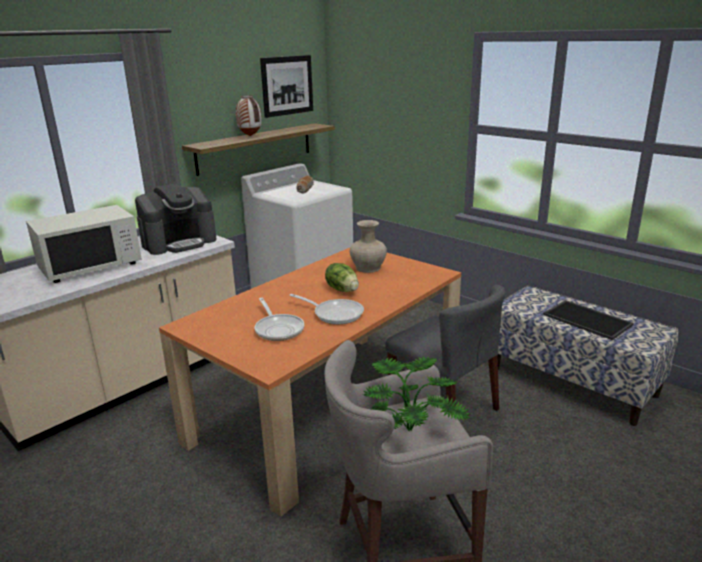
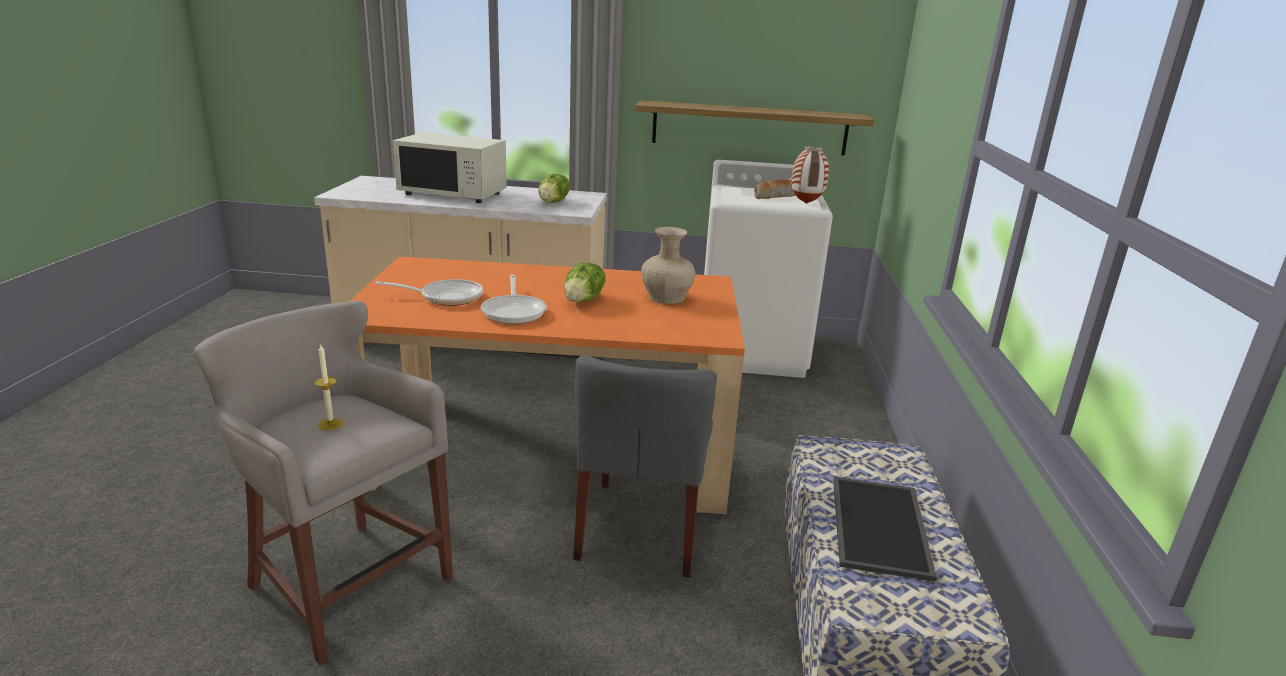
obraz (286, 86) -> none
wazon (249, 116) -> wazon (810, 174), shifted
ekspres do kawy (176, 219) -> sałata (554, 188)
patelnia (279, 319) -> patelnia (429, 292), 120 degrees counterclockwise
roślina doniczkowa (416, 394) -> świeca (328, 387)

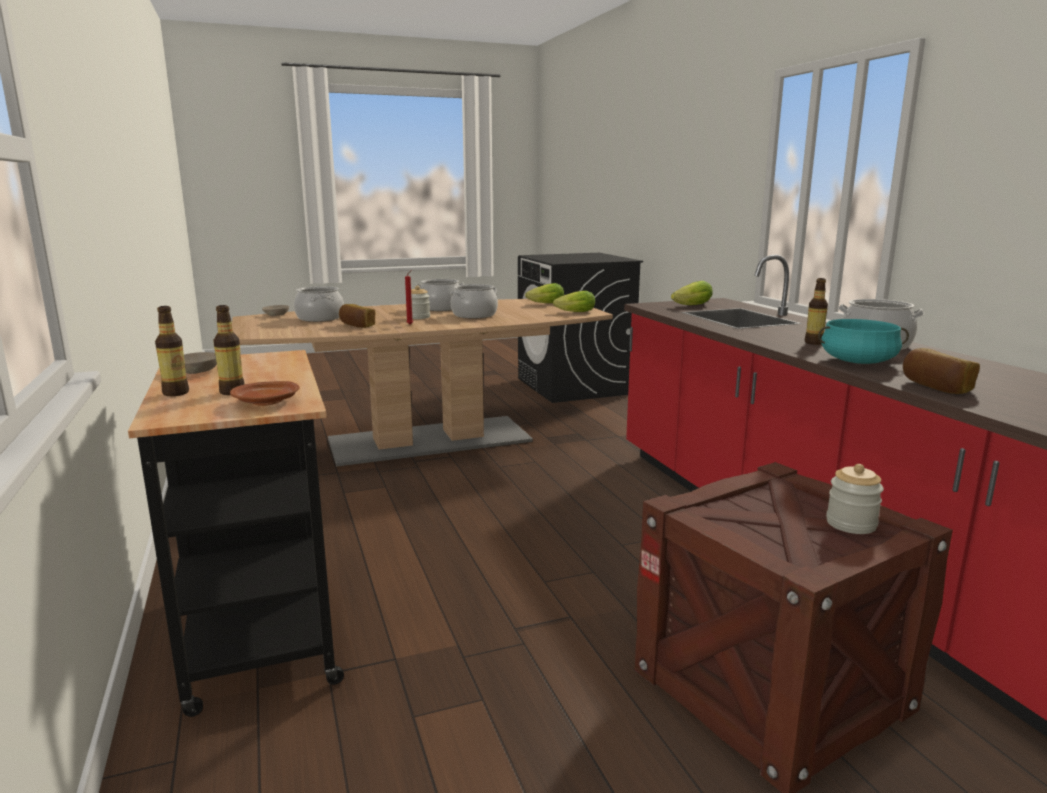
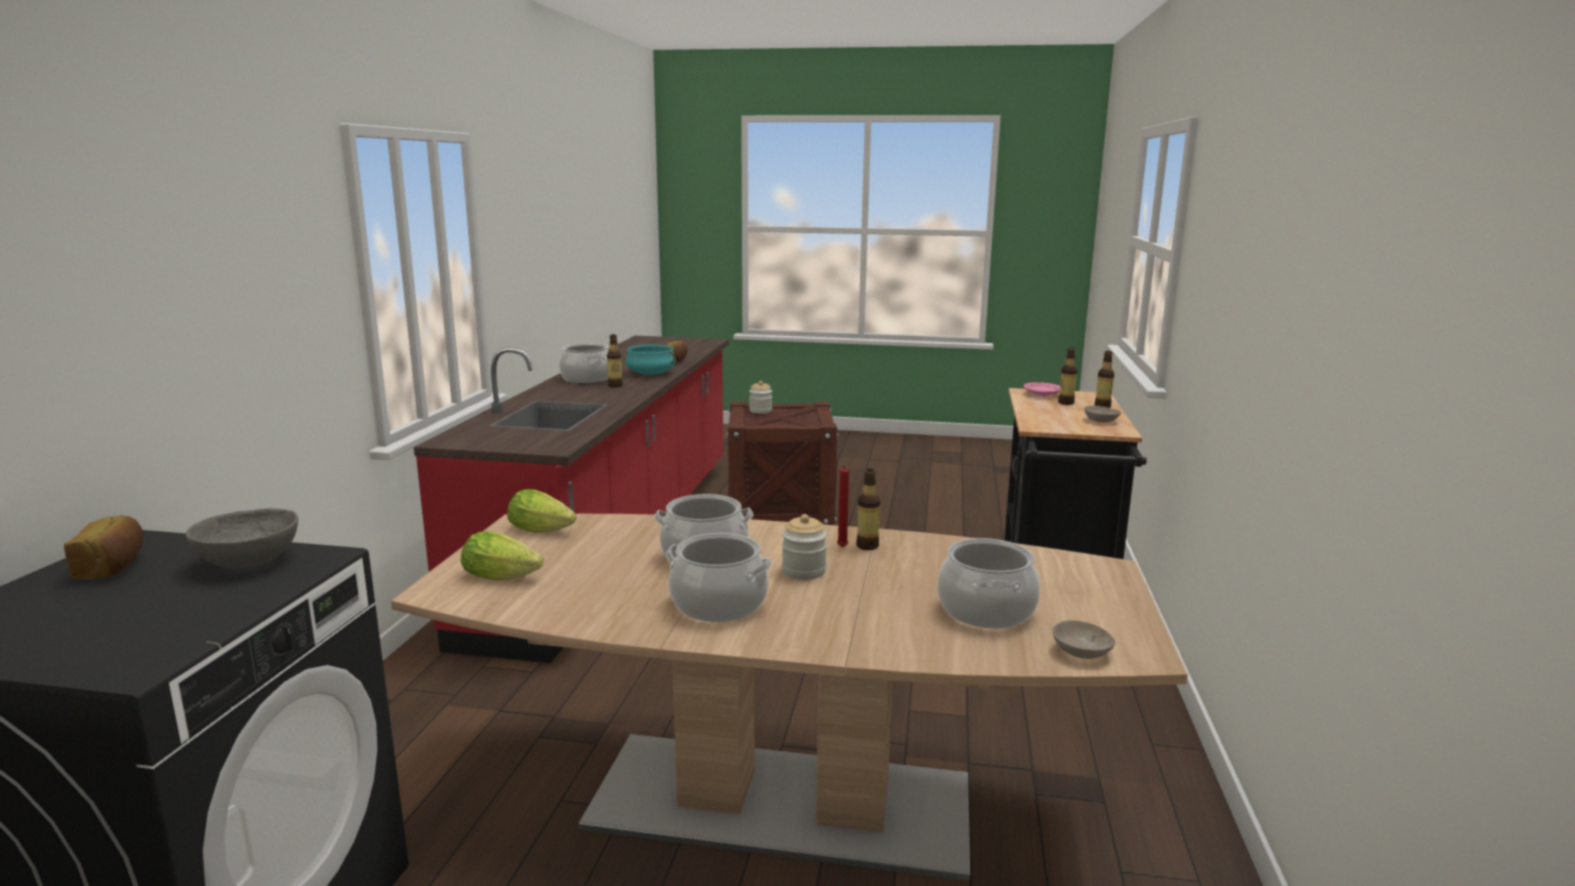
sałata (692, 293) -> none
chleb (357, 316) -> chleb (104, 547), shifted
talerz/brązowy (265, 393) -> talerz/różowy (1042, 389)
none -> butelka (868, 509)
none -> miska/szary (242, 538)

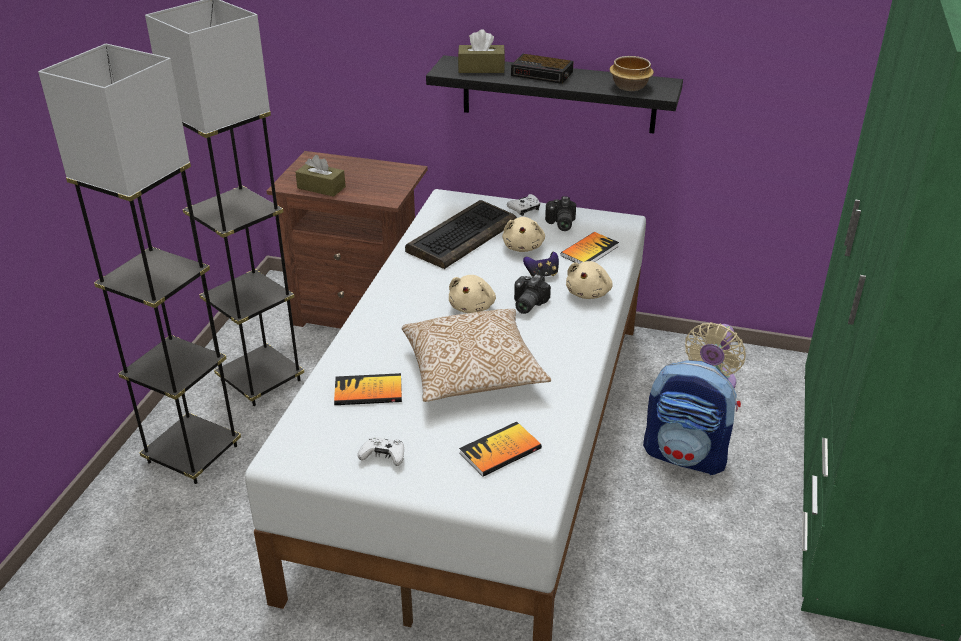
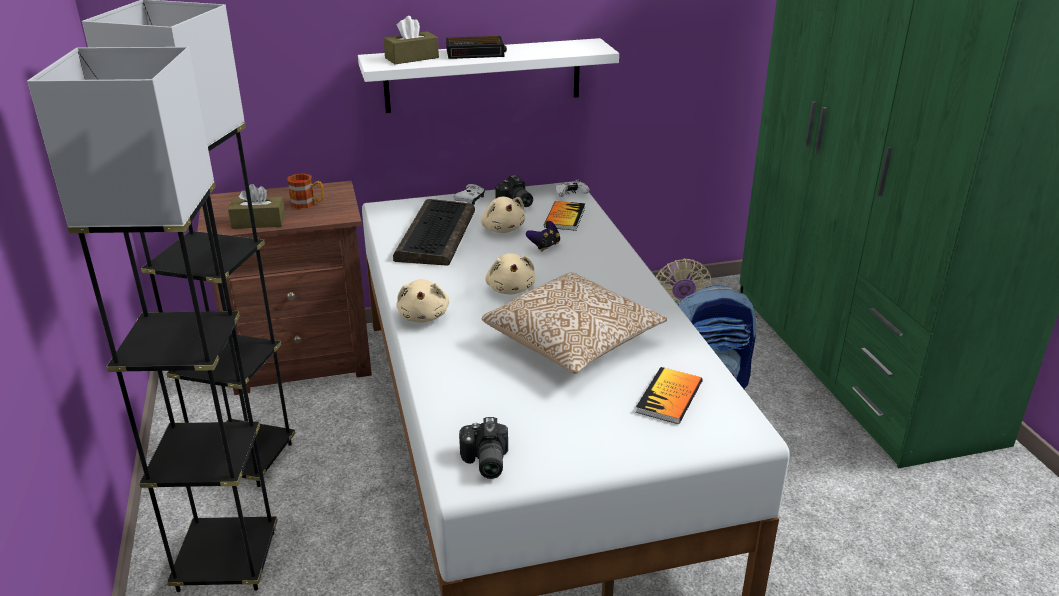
półka/czarny (554, 94) -> półka/biały (488, 75)
miska (631, 73) -> none
pluszak/beżowy (589, 280) -> pluszak/beżowy (422, 301), shifted
aparat fotograficzny (532, 294) -> aparat fotograficzny (483, 448), shifted
książka (368, 389) -> none
pad do gier/biały (381, 451) -> pad do gier/biały (572, 188), shifted
none -> kubek (306, 191)

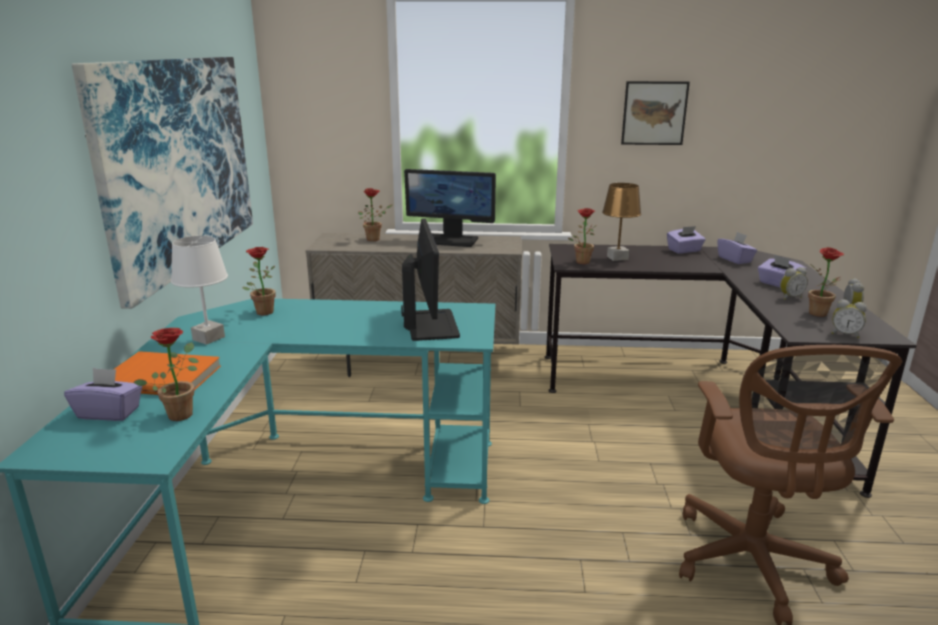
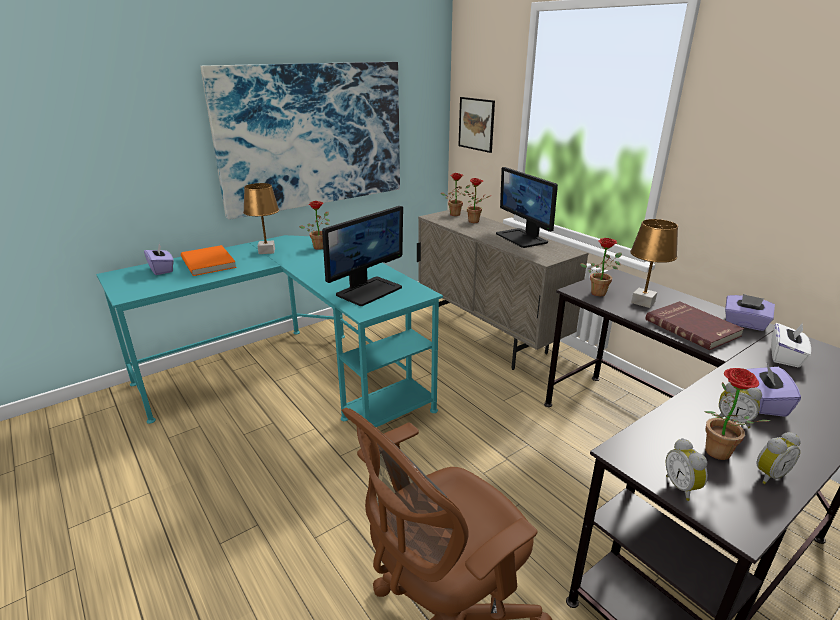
obraz (655, 113) -> obraz (476, 125), shifted
pudełko chusteczek/fioletowy (737, 248) -> pudełko chusteczek/biały (791, 345)
lampa stołowa/biały (199, 290) -> lampa stołowa/brązowy (261, 218)
roślina doniczkowa (166, 374) -> roślina doniczkowa (455, 194), shifted
none -> książka/czerwony (695, 325)

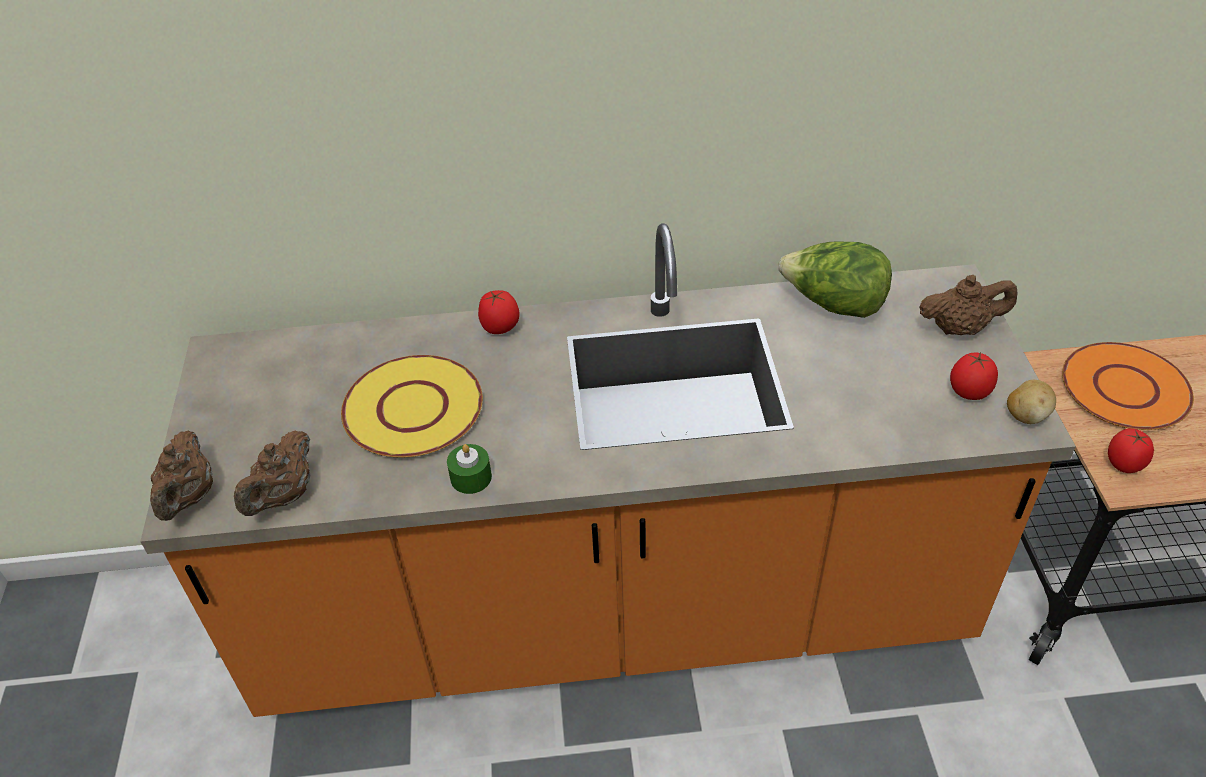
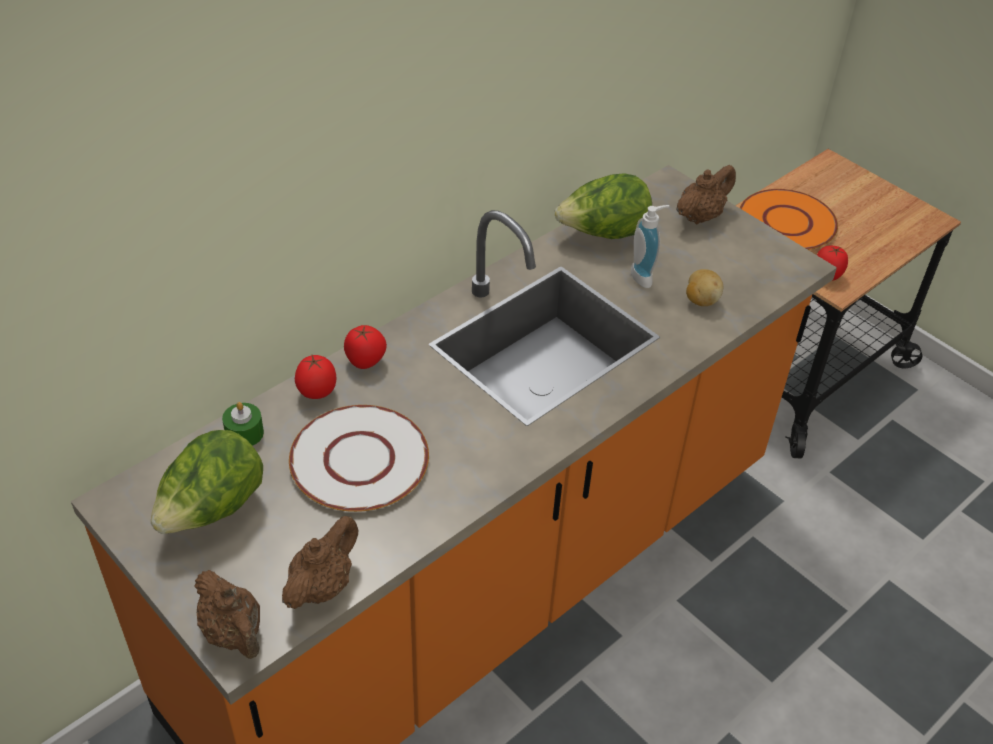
pomidor (974, 375) -> pomidor (315, 377), shifted
talerz/żółty (412, 406) -> talerz/biały (359, 458)
ziemniak (1031, 402) -> ziemniak (704, 287), shifted
imbryk/brązowy (272, 473) -> imbryk/brązowy (320, 562), 135 degrees counterclockwise
świeca/zielony (469, 469) -> świeca/zielony (243, 424), shifted
none -> dozownik mydła (650, 246)
none -> sałata (207, 482)

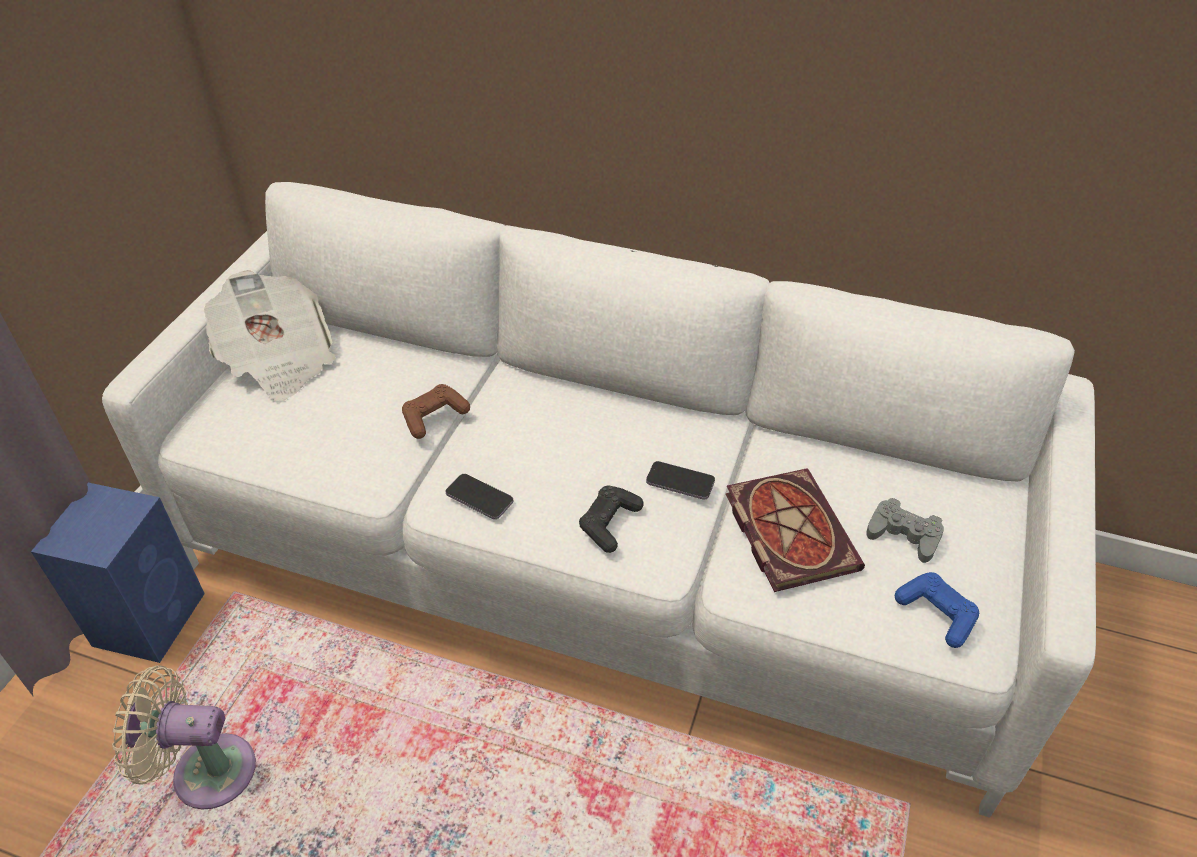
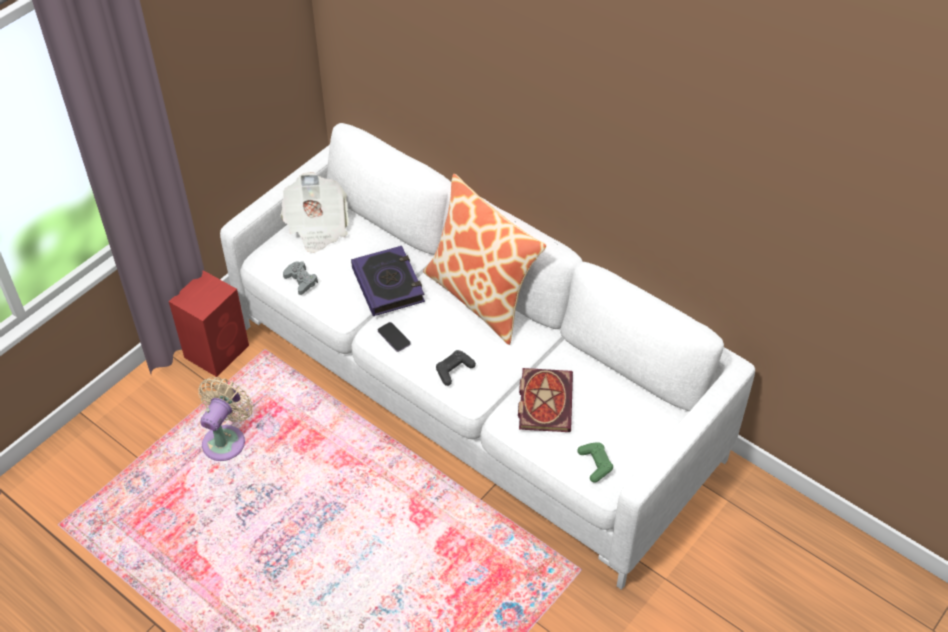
pad do gier/brązowy (436, 411) -> książka (388, 281)
telefon (680, 480) -> none
głośnik/niebieski (118, 573) -> głośnik/czerwony (209, 323)
pad do gier/szary (905, 530) -> pad do gier/szary (300, 278), shifted
pad do gier/niebieski (937, 610) -> pad do gier/zielony (595, 462)
wentylator/beżowy (184, 738) -> wentylator/beżowy (225, 419), 90 degrees clockwise
none -> poduszka (485, 259)

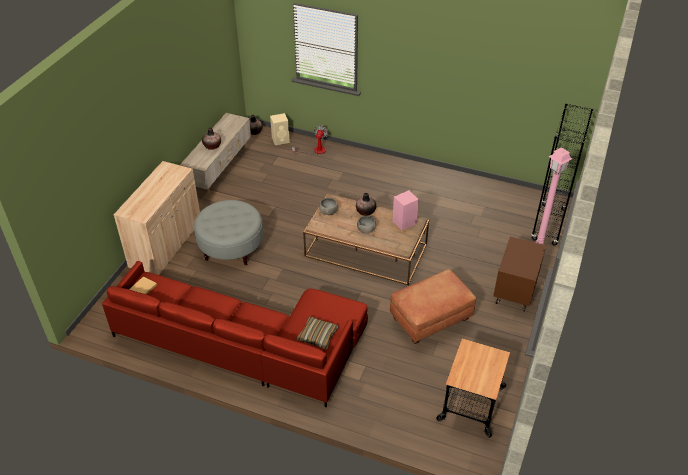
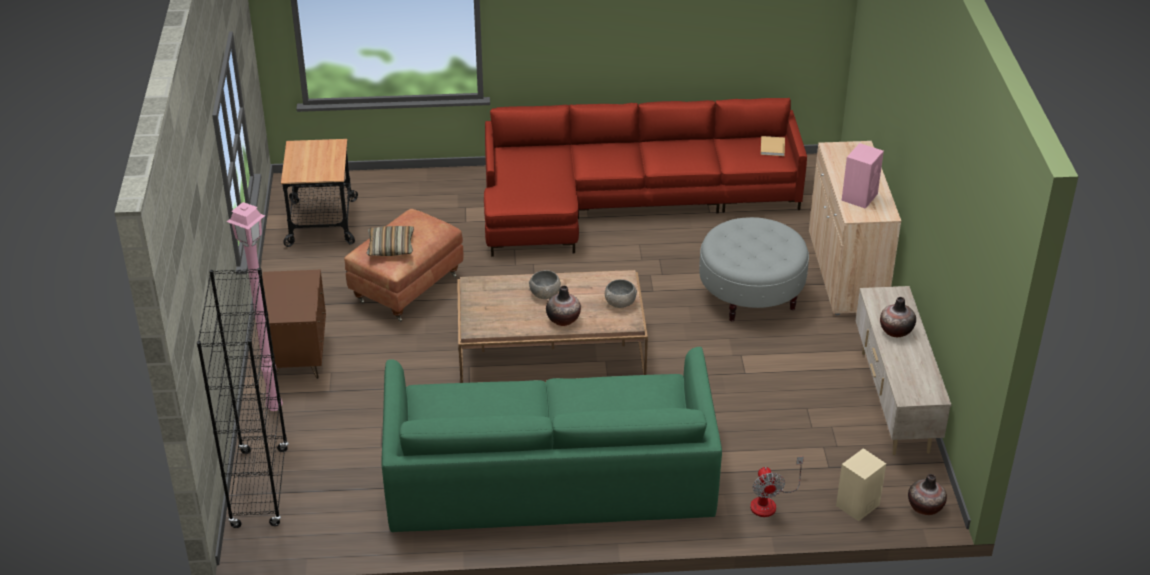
głośnik/różowy (406, 210) -> głośnik/różowy (863, 176), shifted
poduszka (317, 333) -> poduszka (390, 241), shifted
none -> kanapa/zielony (551, 439)

